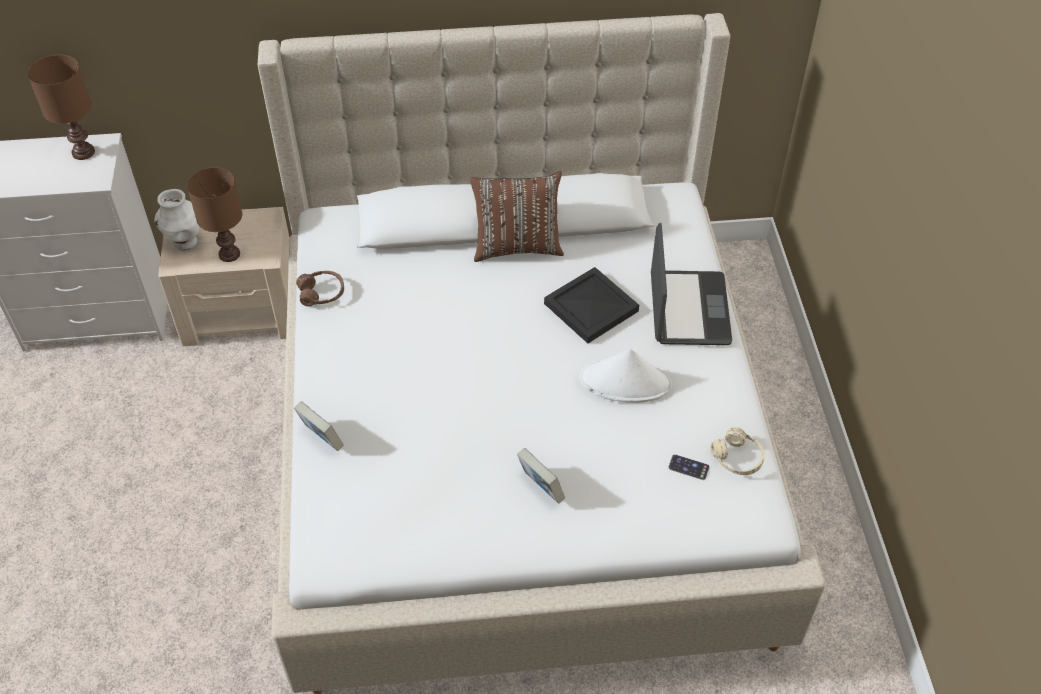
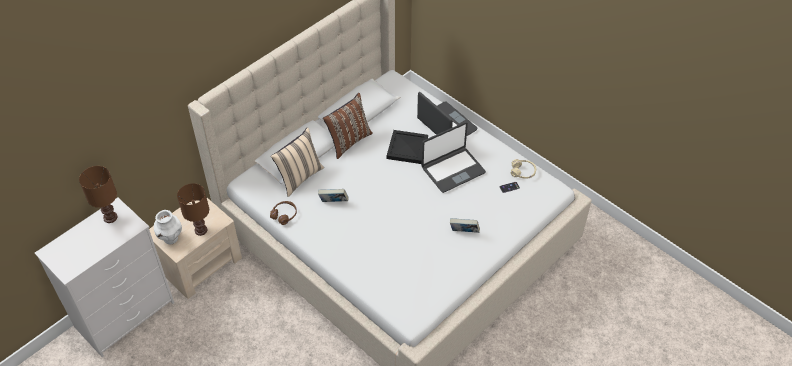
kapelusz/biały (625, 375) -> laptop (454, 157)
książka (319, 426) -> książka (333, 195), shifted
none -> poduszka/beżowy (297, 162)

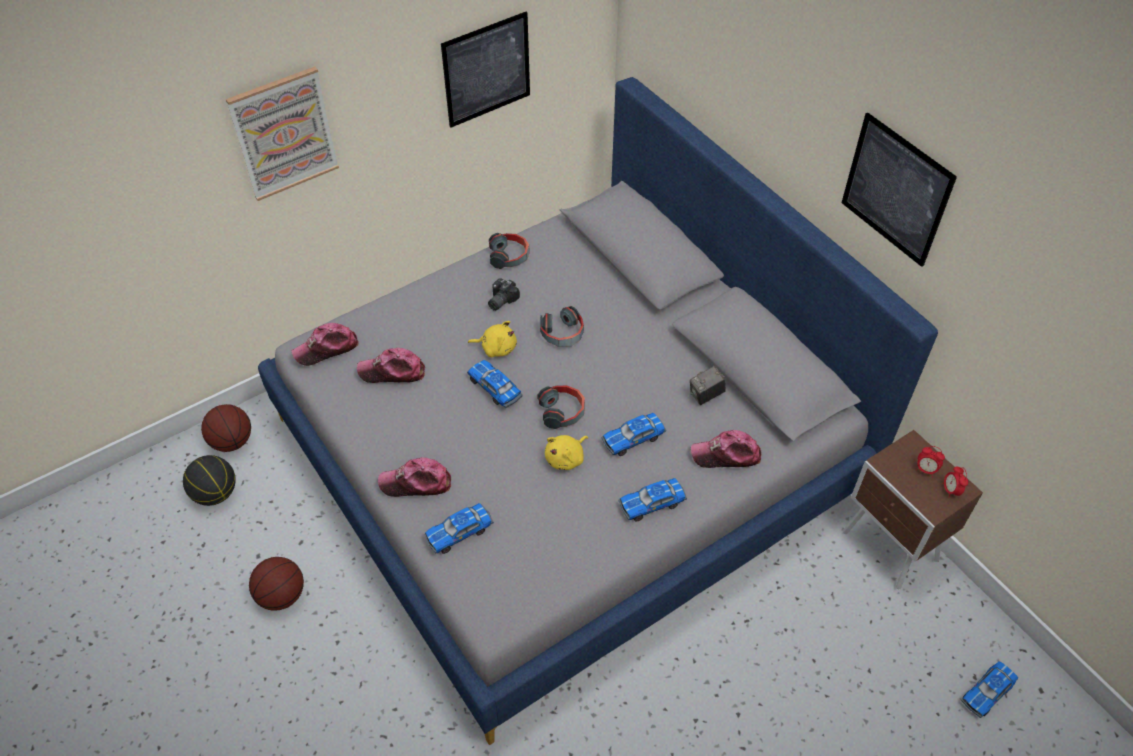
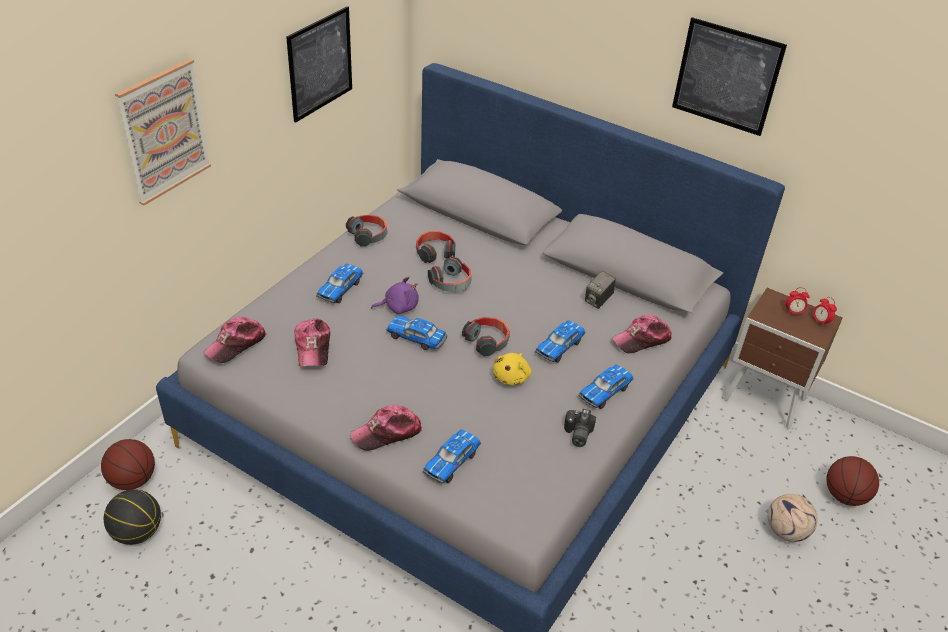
aparat fotograficzny (504, 295) -> aparat fotograficzny (580, 428), shifted
pluszak/żółty (492, 339) -> pluszak/fioletowy (395, 295)
czapka z daszkiem (391, 365) -> czapka z daszkiem (312, 343), 75 degrees counterclockwise
piłka do koszykówki (276, 584) -> piłka do koszykówki (853, 481), shifted
samochodzik (989, 689) -> samochodzik (339, 283), shifted
none -> słuchawki (436, 246)
none -> piłka futbolowa (793, 518)

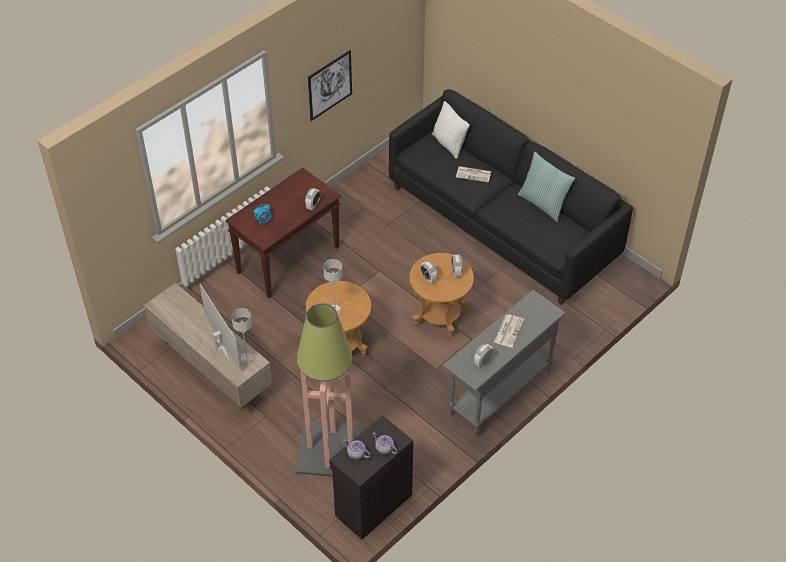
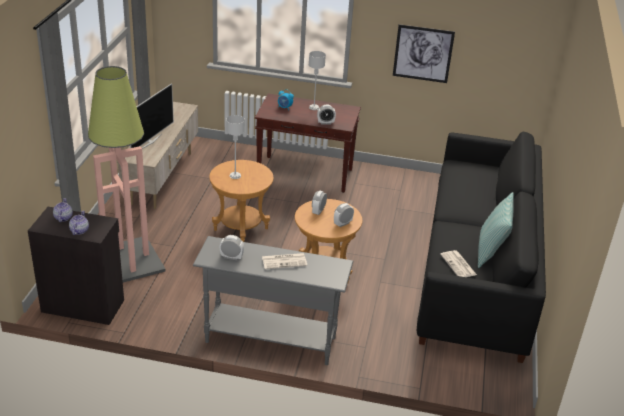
poduszka/biały (451, 130) -> none
gazeta (473, 174) -> gazeta (458, 263), shifted
lampa stołowa/szary (242, 335) -> lampa stołowa/szary (317, 80), shifted

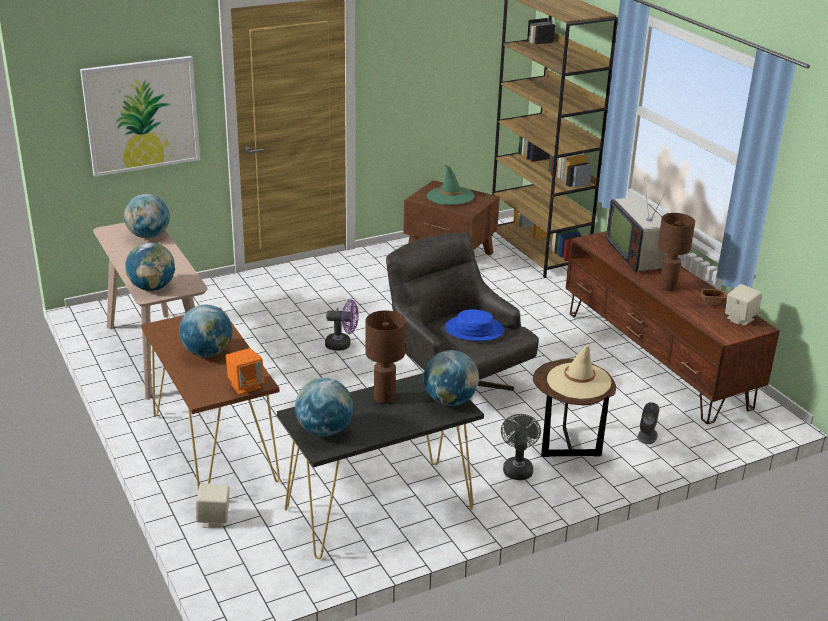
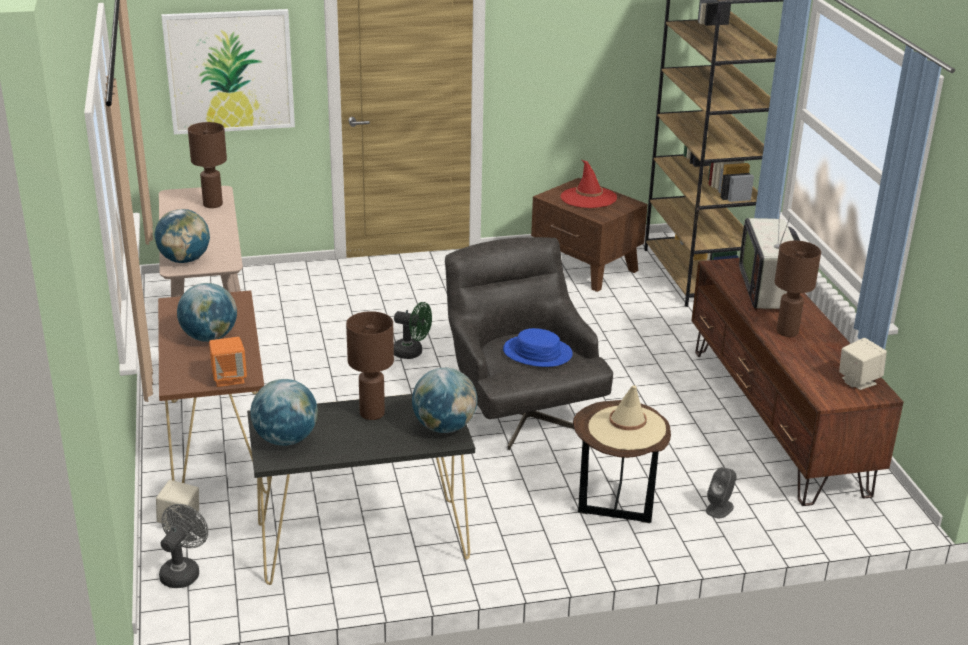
kapelusz/zielony (450, 185) -> kapelusz/czerwony (588, 184)
globus (147, 216) -> lampa stołowa/brązowy (207, 165)
miska/brązowy (714, 298) -> none
wentylator/fioletowy (342, 325) -> wentylator/zielony (413, 330)
wentylator/szary (521, 447) -> wentylator/szary (183, 546), shifted

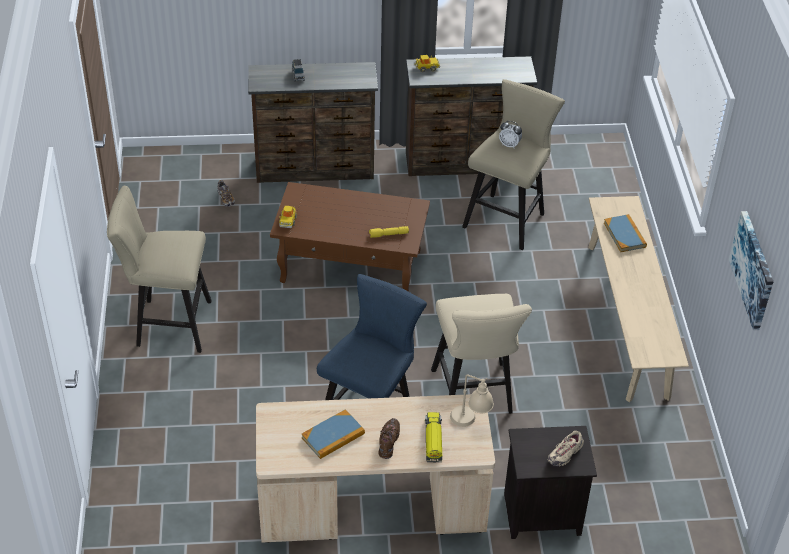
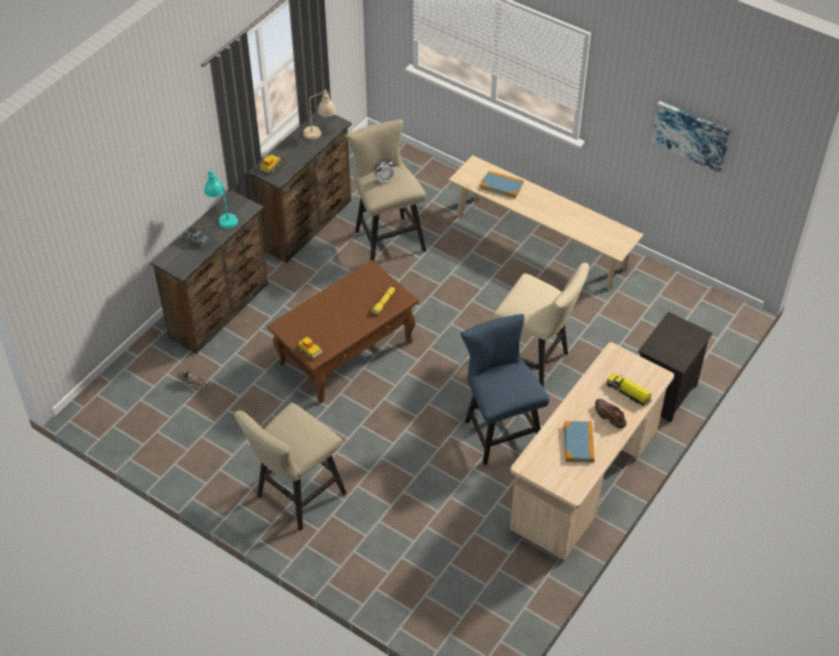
lampa stołowa/beżowy (472, 400) -> lampa stołowa/beżowy (319, 114), shifted
but/beżowy (566, 448) -> none
none -> lampa stołowa/turkusowy (221, 199)

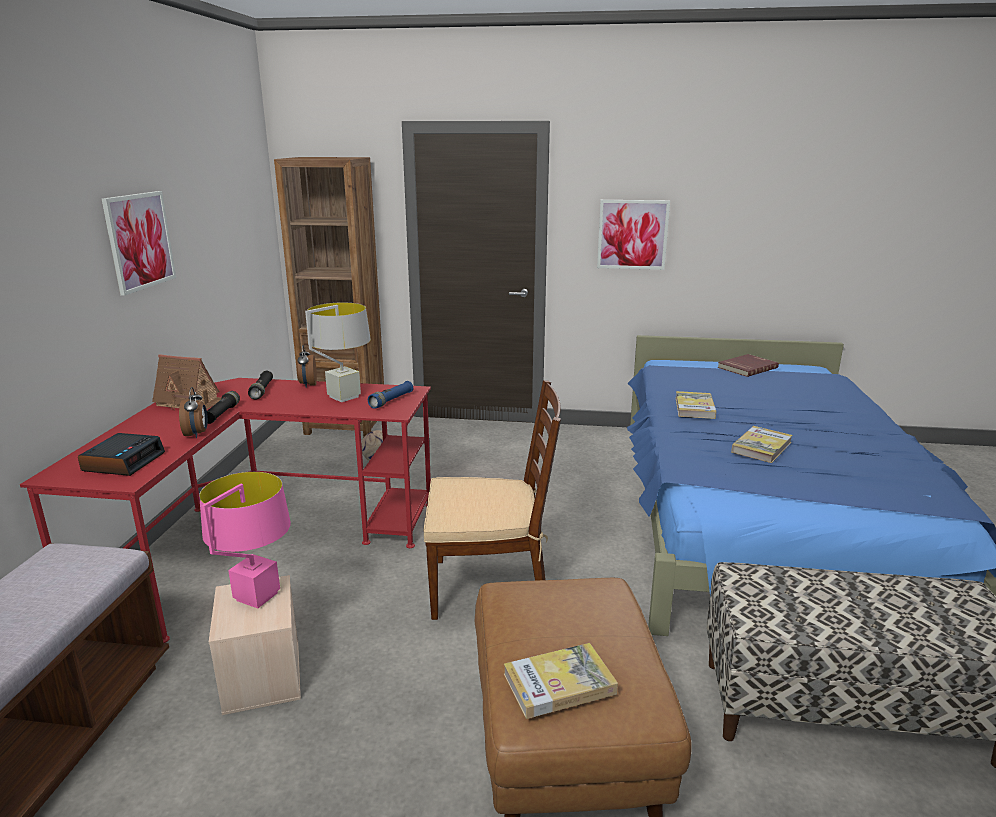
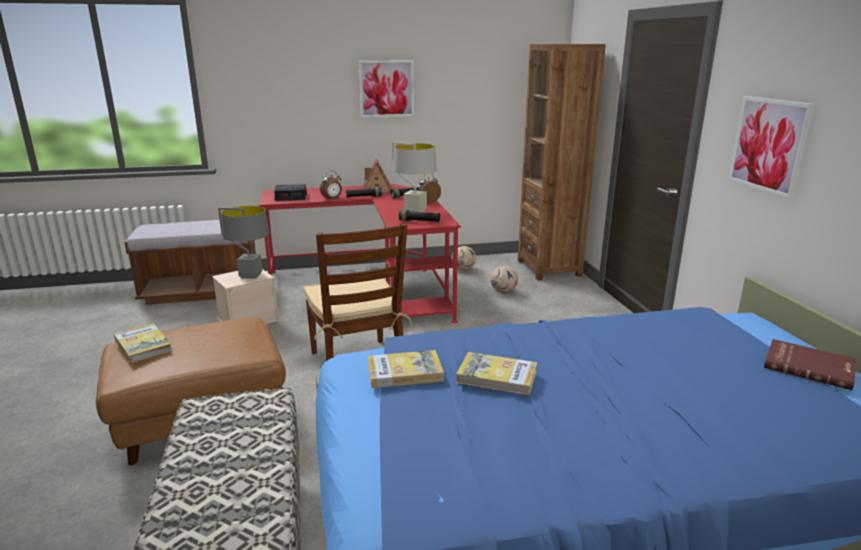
latarka/niebieski (390, 395) -> latarka/czarny (419, 216)
książka (696, 405) -> książka (405, 369), shifted
lampa stołowa/różowy (245, 540) -> lampa stołowa/szary (244, 242)
none -> piłka futbolowa (463, 258)

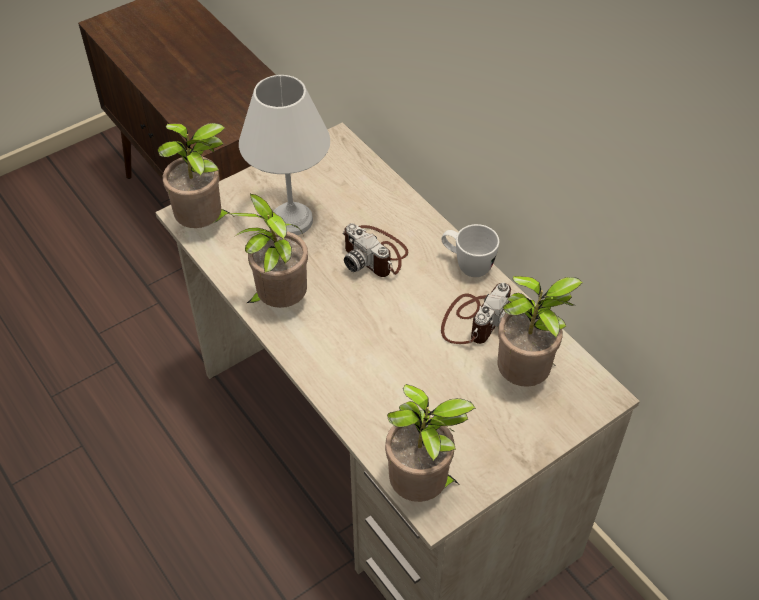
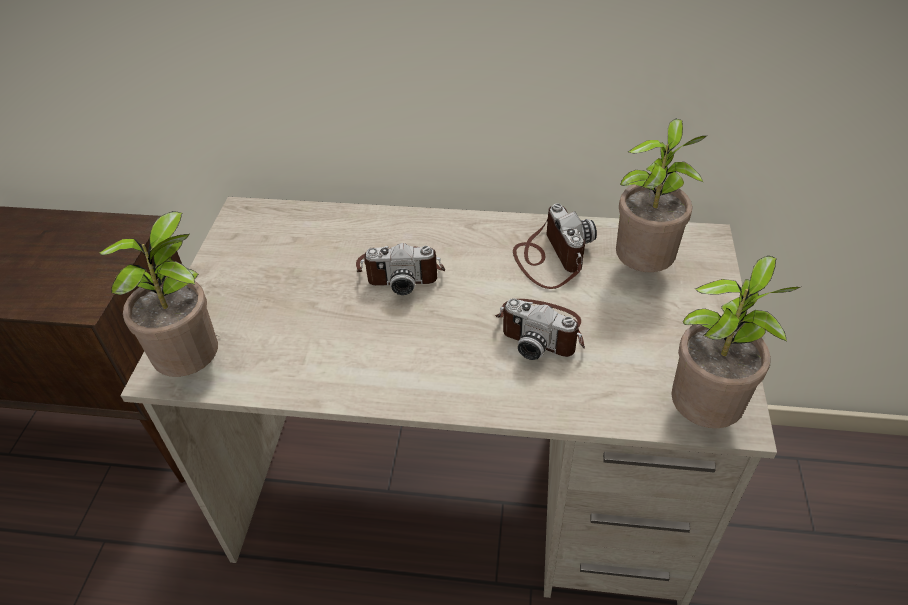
lampa stołowa/biały (284, 155) -> none
roślina doniczkowa (268, 251) -> none
kubek/biały (470, 250) -> none
none -> aparat fotograficzny (540, 329)

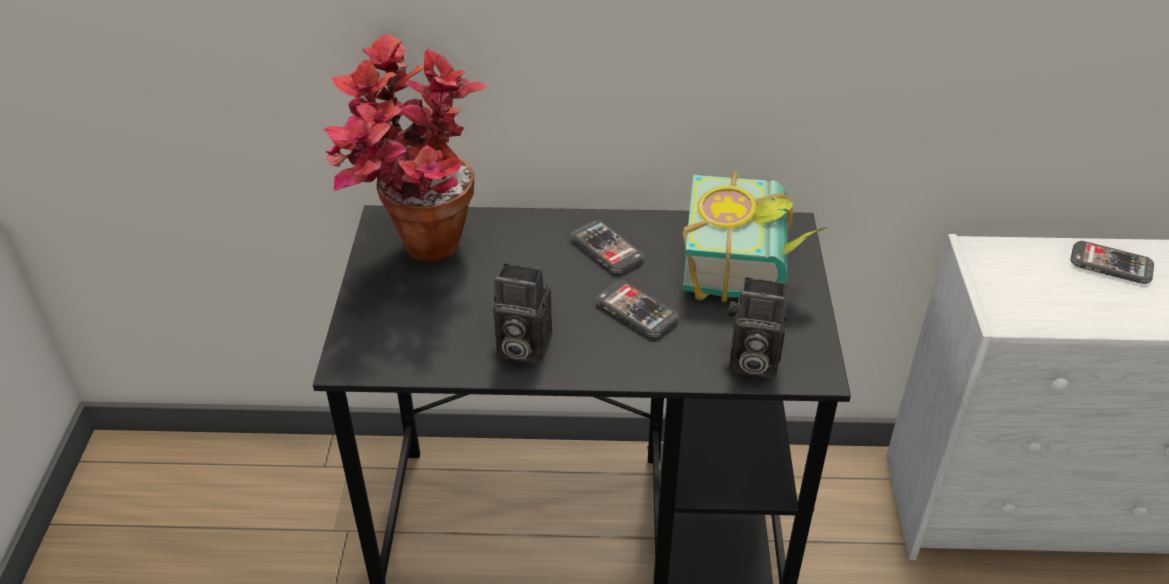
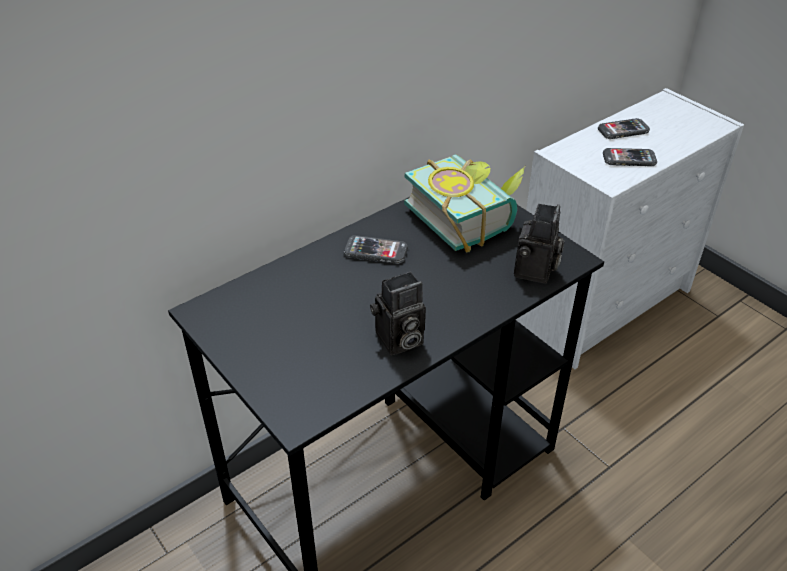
roślina doniczkowa (405, 148) -> none
aparat fotograficzny (758, 327) -> aparat fotograficzny (539, 244), 45 degrees counterclockwise
telefon (637, 309) -> telefon (630, 157), shifted

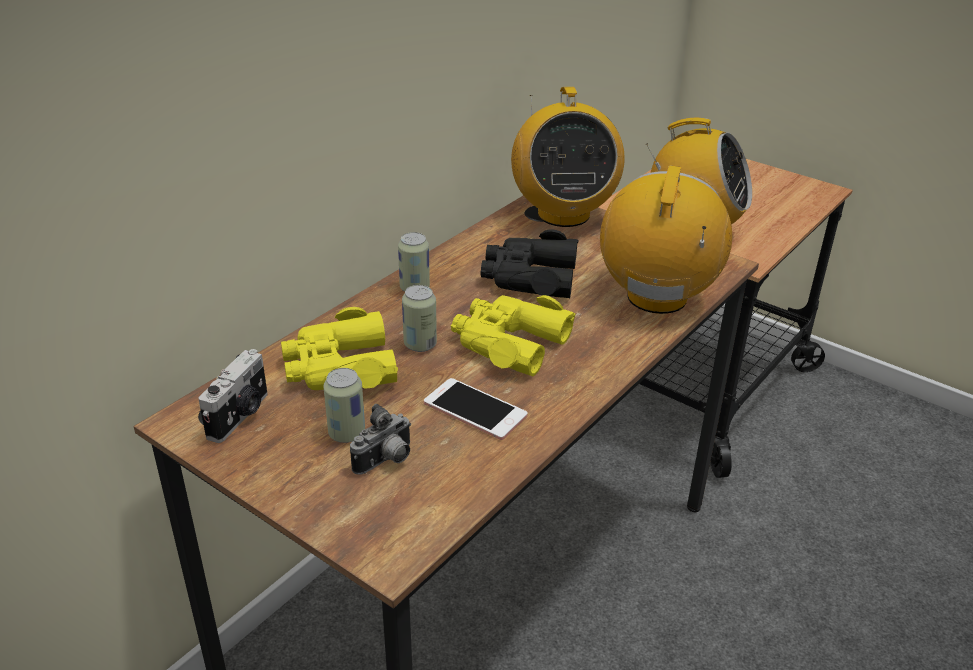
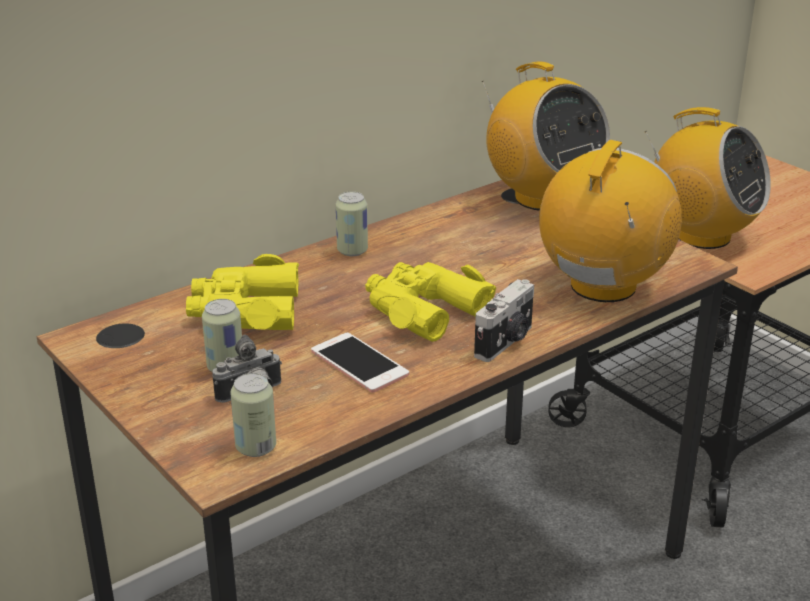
radio (568, 157) -> radio (546, 136), 45 degrees counterclockwise
lornetka/czarny (529, 263) -> none
puszka (419, 318) -> puszka (253, 415), shifted
aparat fotograficzny (233, 396) -> aparat fotograficzny (504, 320), shifted

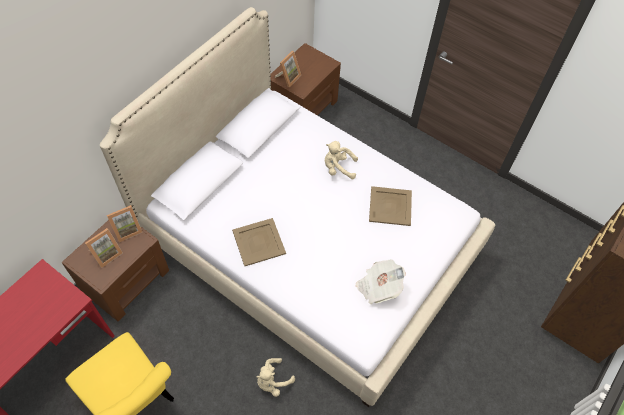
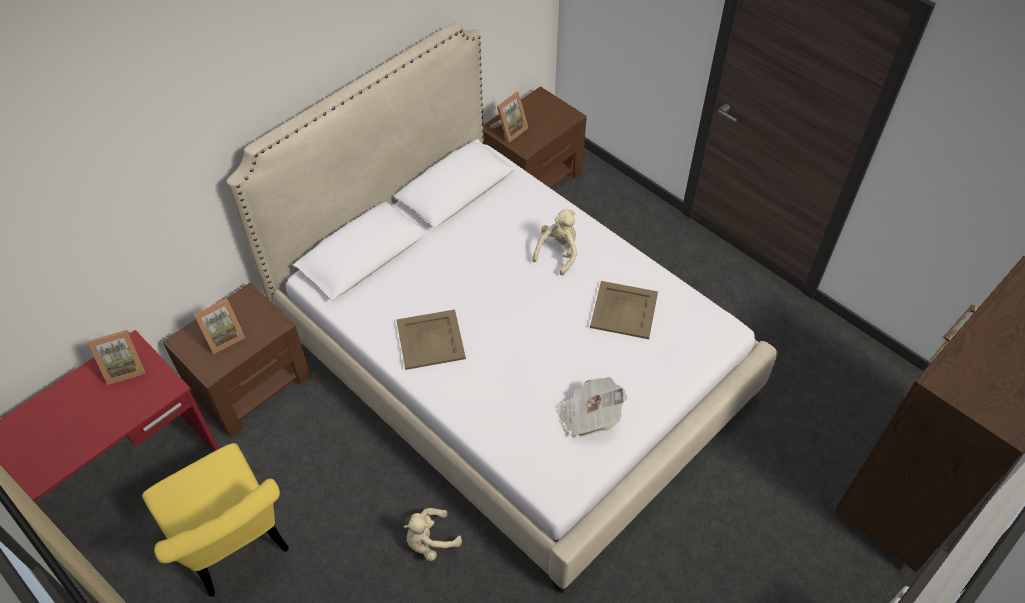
pluszak/beżowy (341, 160) -> pluszak/beżowy (554, 242), 105 degrees clockwise
ramka na zdjęcie (125, 223) -> ramka na zdjęcie (116, 357), shifted

